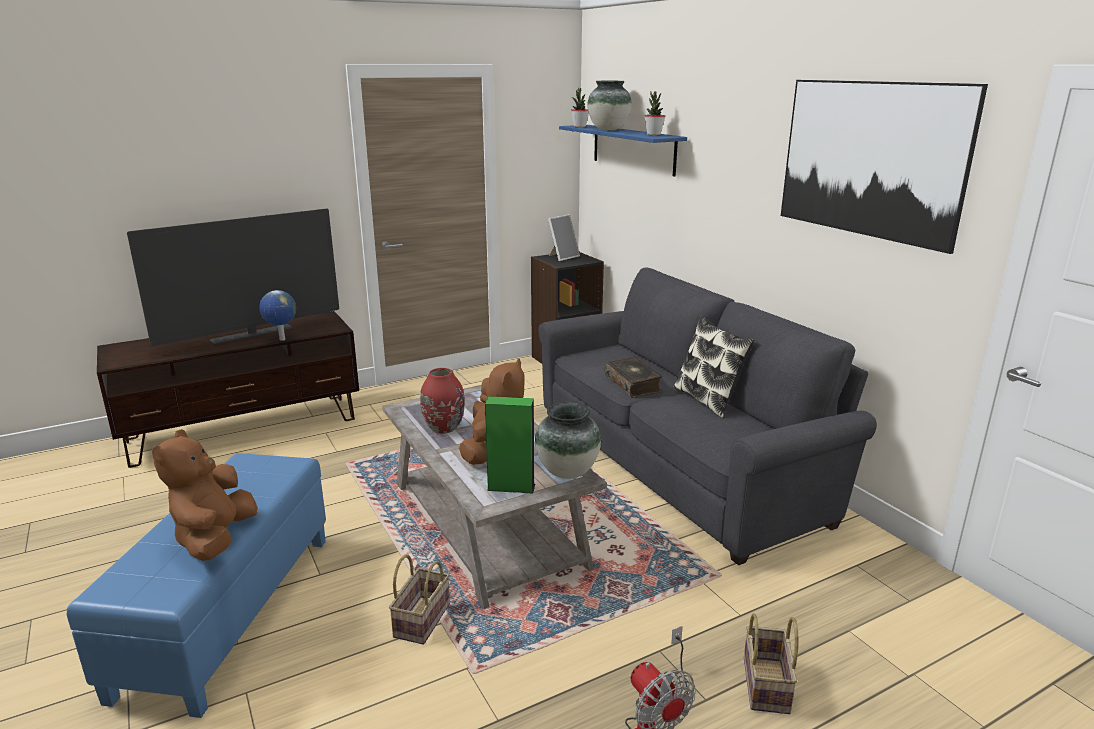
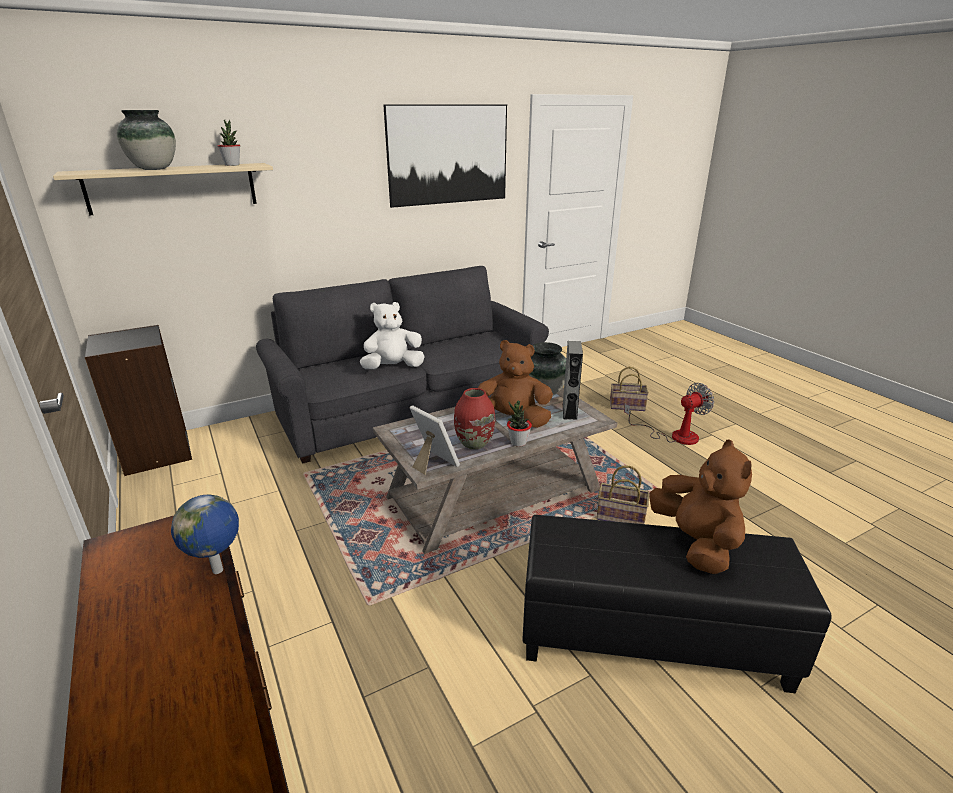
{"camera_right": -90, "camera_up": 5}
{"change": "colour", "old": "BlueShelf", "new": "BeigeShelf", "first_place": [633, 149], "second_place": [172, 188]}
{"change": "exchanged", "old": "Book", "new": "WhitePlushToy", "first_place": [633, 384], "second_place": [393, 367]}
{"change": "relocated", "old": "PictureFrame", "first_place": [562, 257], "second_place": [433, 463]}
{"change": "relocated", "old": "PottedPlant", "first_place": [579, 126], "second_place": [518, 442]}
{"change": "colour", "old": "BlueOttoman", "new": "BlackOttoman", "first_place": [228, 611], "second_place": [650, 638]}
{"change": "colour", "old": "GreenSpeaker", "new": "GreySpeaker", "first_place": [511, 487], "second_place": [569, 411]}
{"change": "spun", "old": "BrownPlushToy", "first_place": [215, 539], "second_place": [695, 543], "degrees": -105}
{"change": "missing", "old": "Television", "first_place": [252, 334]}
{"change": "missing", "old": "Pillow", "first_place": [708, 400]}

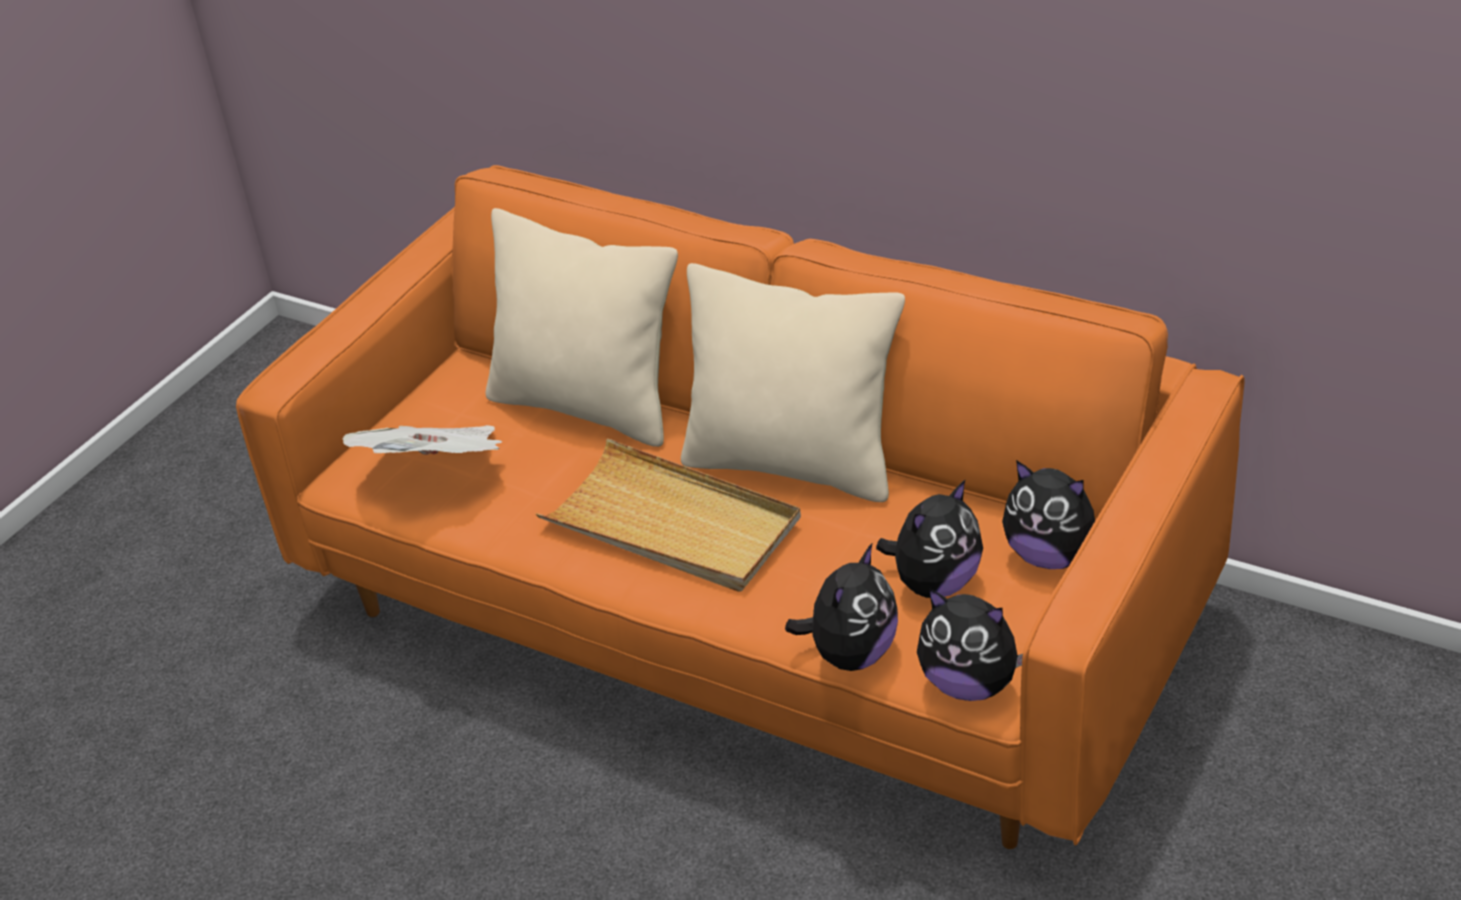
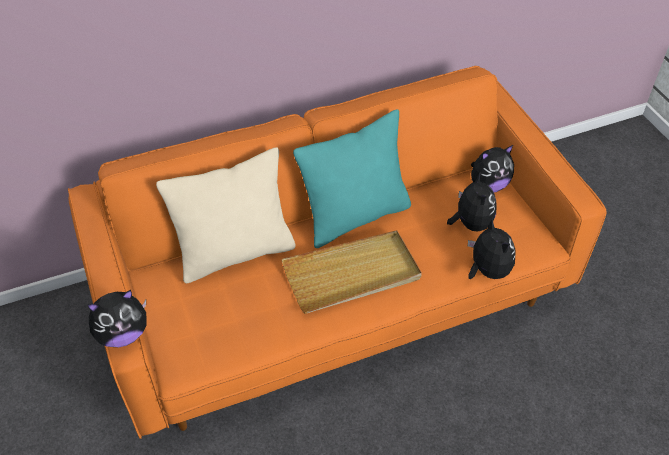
{"camera_right": -55, "camera_up": 10}
{"change": "relocated", "old": "PlushToy", "first_place": [969, 684], "second_place": [123, 334]}
{"change": "colour", "old": "BeigePillow", "new": "TurquoisePillow", "first_place": [793, 464], "second_place": [355, 216]}
{"change": "missing", "old": "Newspaper", "first_place": [438, 471]}

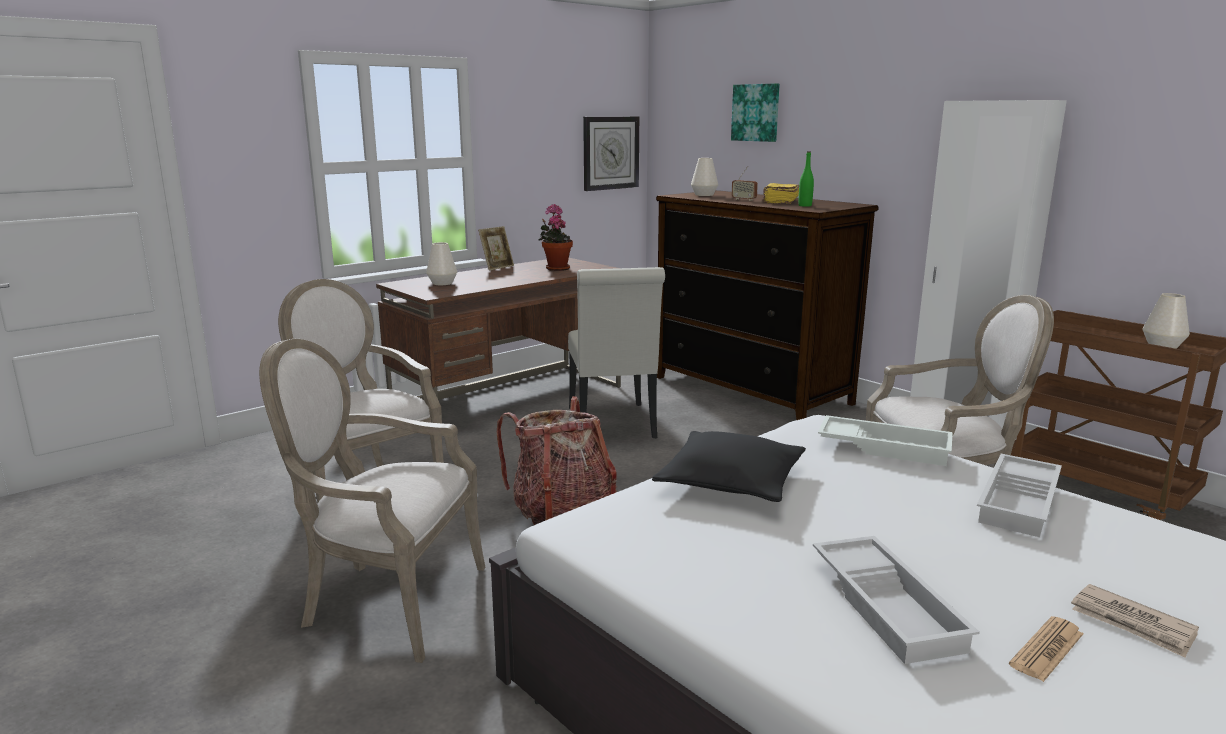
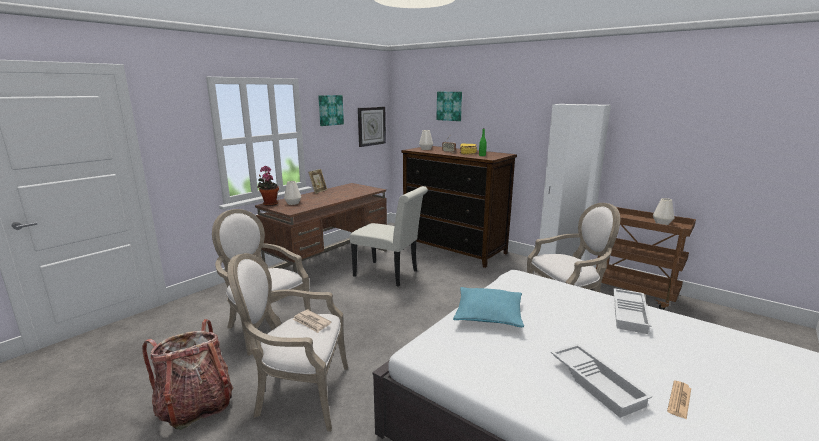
{"camera_right": -10, "camera_up": 0}
{"change": "relocated", "old": "Backpack", "first_place": [562, 513], "second_place": [195, 406]}
{"change": "relocated", "old": "PottedPlant", "first_place": [556, 268], "second_place": [269, 203]}
{"change": "relocated", "old": "Newspaper", "first_place": [1132, 624], "second_place": [311, 322]}
{"change": "appeared", "new": "Picture", "second_place": [330, 110]}
{"change": "spun", "old": "WhiteChair", "first_place": [612, 426], "second_place": [389, 274], "degrees": -45}
{"change": "colour", "old": "BlackPillow", "new": "TurquoisePillow", "first_place": [730, 481], "second_place": [488, 315]}
{"change": "missing", "old": "WhiteTray", "first_place": [885, 447]}

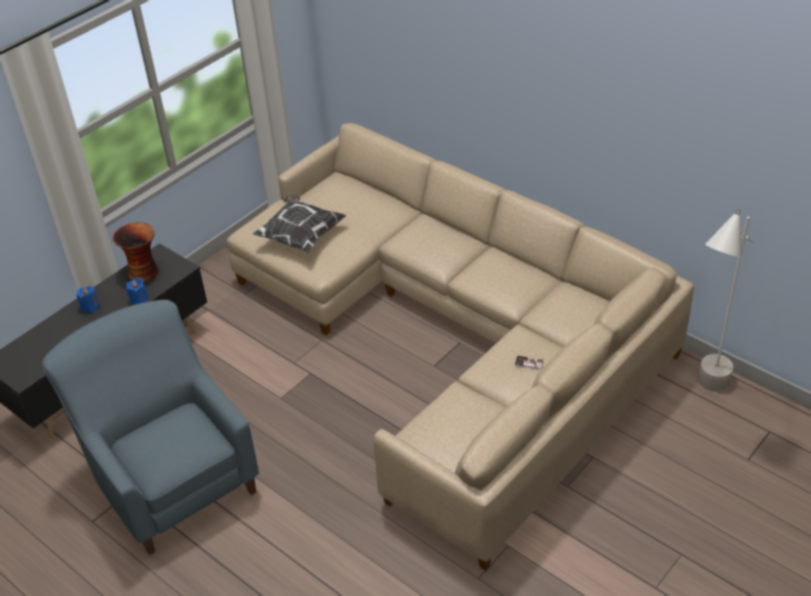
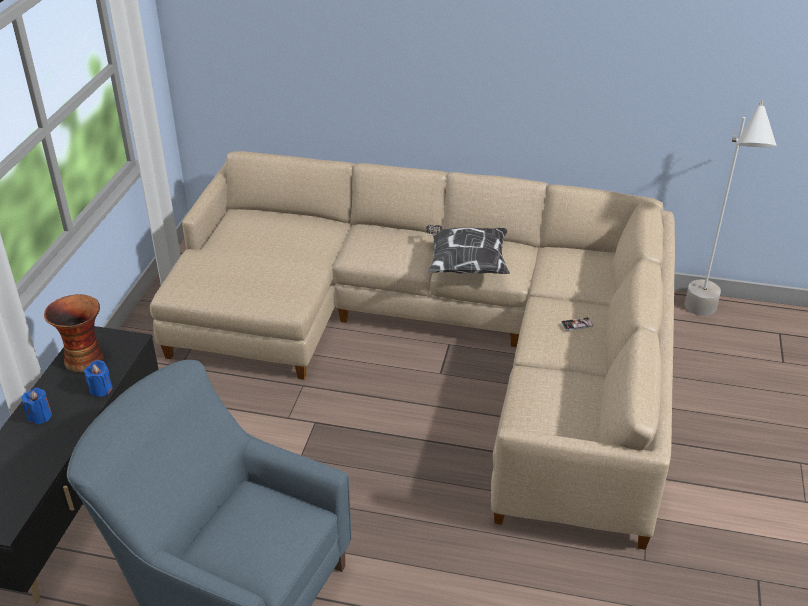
{"camera_right": -30, "camera_up": -5}
{"change": "relocated", "old": "Pillow", "first_place": [301, 236], "second_place": [465, 264]}

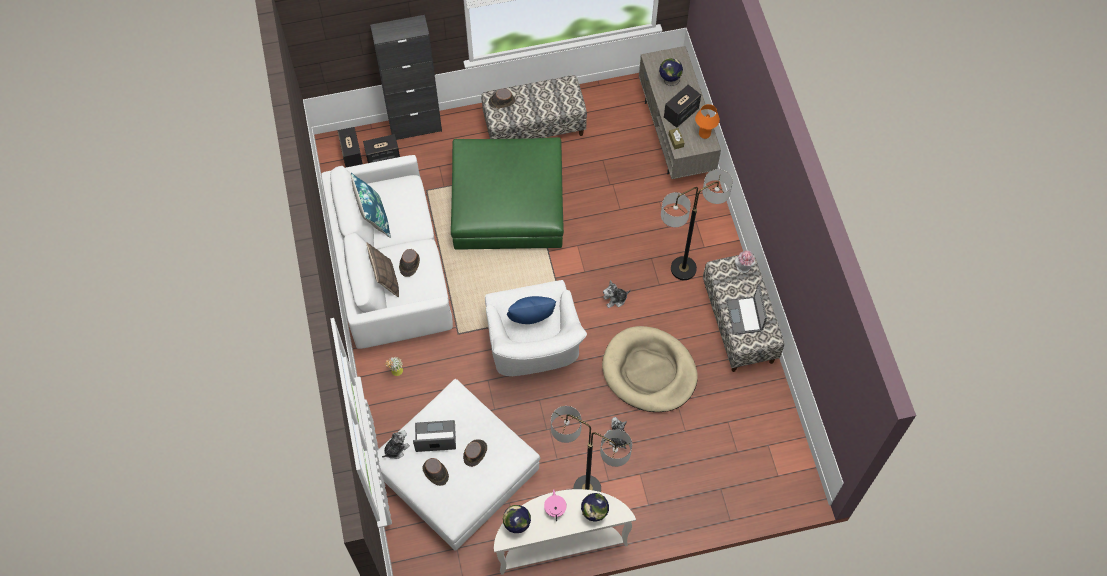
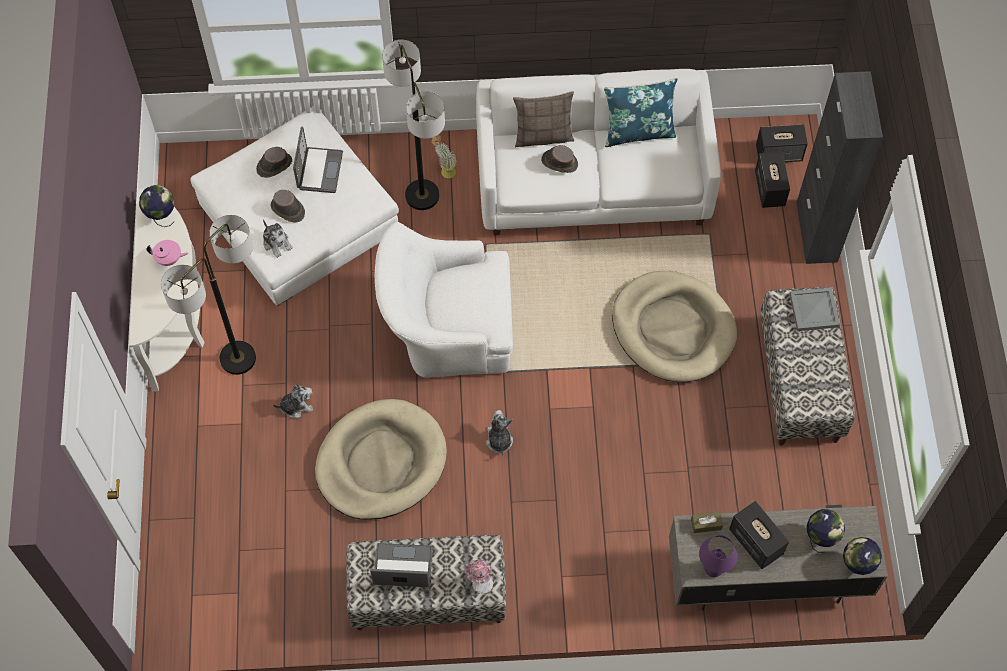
{"camera_right": 100, "camera_up": 0}
{"change": "relocated", "old": "PlushToy", "first_place": [396, 448], "second_place": [277, 243]}
{"change": "relocated", "old": "FloorLamp", "first_place": [683, 269], "second_place": [422, 196]}
{"change": "exchanged", "old": "GreenOttoman", "new": "BeigeDogBed", "first_place": [508, 204], "second_place": [673, 329]}
{"change": "colour", "old": "OrangeTableLamp", "new": "PurpleTableLamp", "first_place": [704, 134], "second_place": [713, 568]}
{"change": "exchanged", "old": "BrownHat", "new": "GreyTray", "first_place": [501, 101], "second_place": [814, 310]}
{"change": "relocated", "old": "Globe", "first_place": [594, 513], "second_place": [856, 565]}
{"change": "missing", "old": "BluePillow", "first_place": [531, 319]}

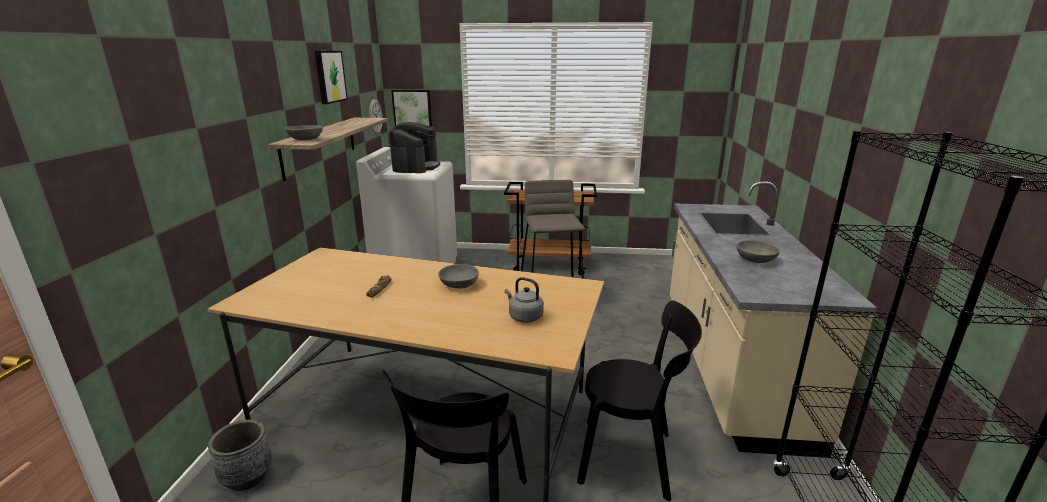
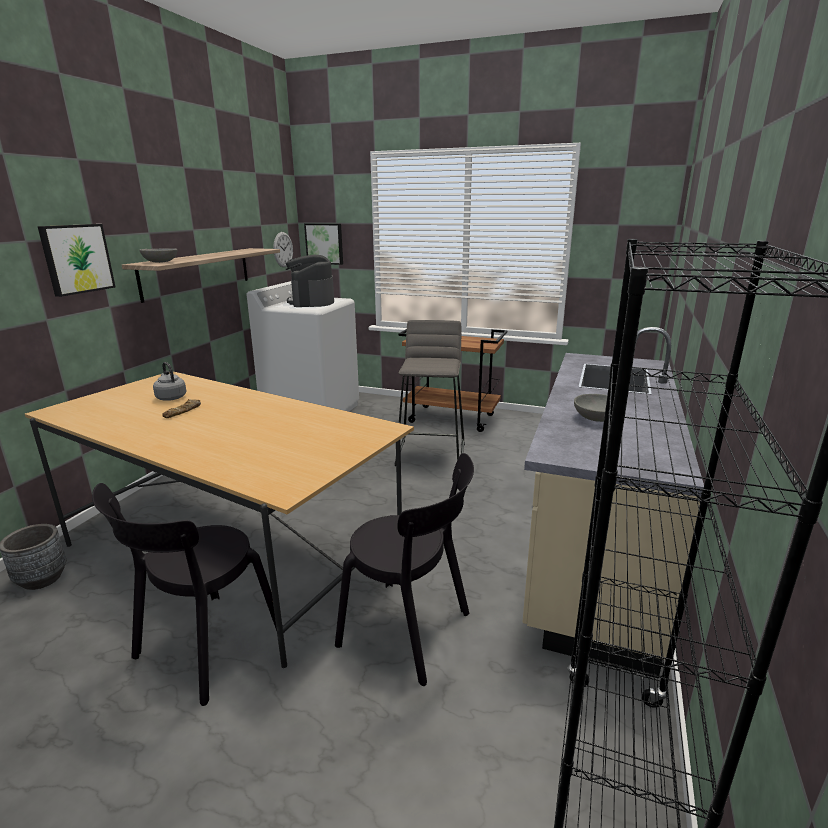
{"camera_right": 15, "camera_up": 0}
{"change": "relocated", "old": "Picture", "first_place": [329, 76], "second_place": [76, 259]}
{"change": "relocated", "old": "GreyKettle", "first_place": [524, 317], "second_place": [171, 397]}
{"change": "spun", "old": "CoffeeMachine", "first_place": [416, 167], "second_place": [311, 302], "degrees": 150}
{"change": "missing", "old": "GreyBowl", "first_place": [458, 285]}

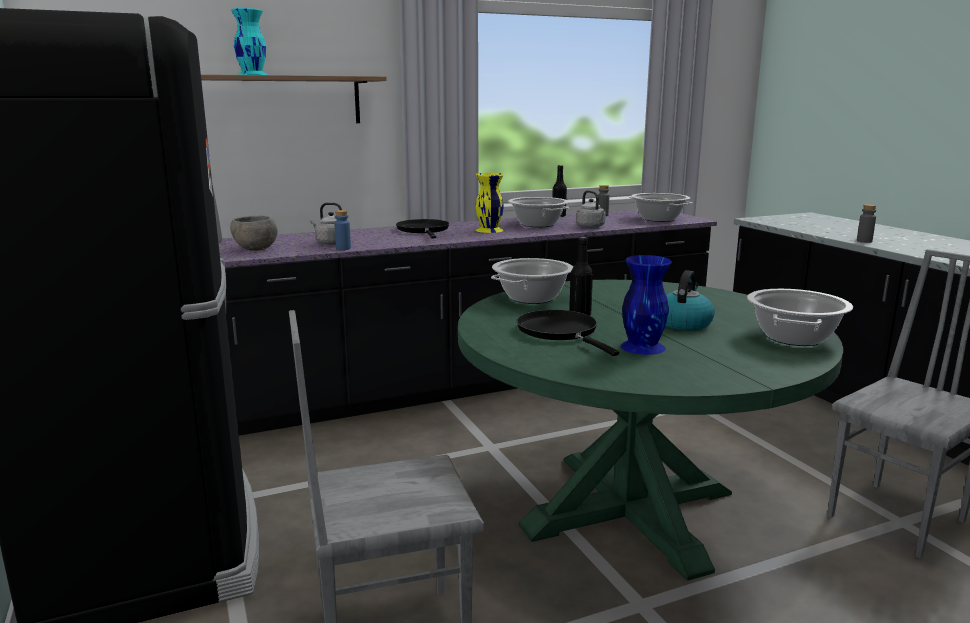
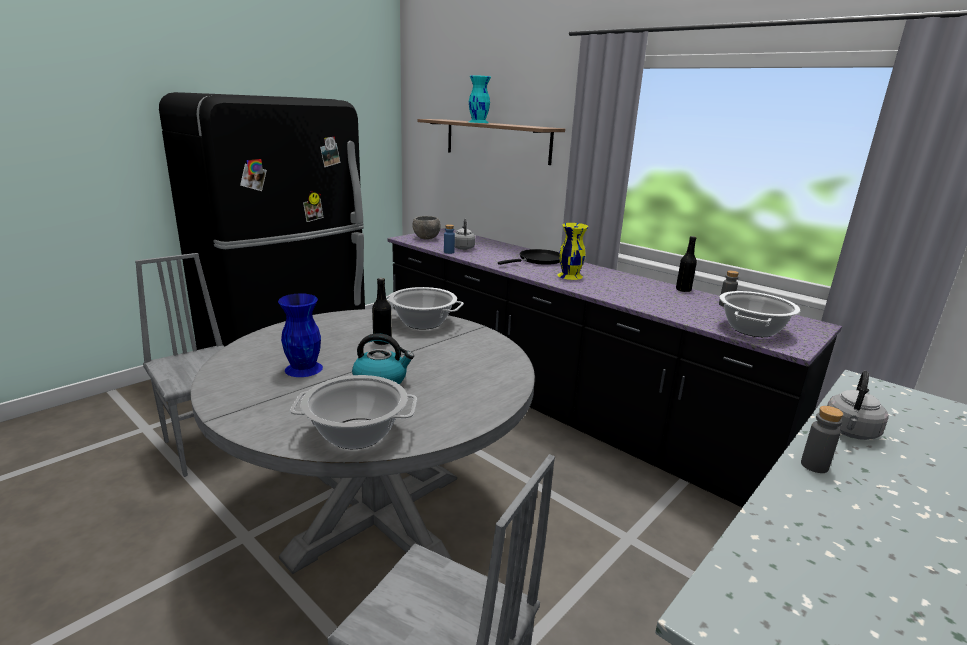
{"camera_right": 65, "camera_up": 5}
{"change": "colour", "old": "GreenDiningTable", "new": "GreyDiningTable", "first_place": [629, 509], "second_place": [377, 514]}
{"change": "relocated", "old": "GreyKettle", "first_place": [591, 227], "second_place": [850, 432]}
{"change": "missing", "old": "CookingPot", "first_place": [537, 224]}
{"change": "missing", "old": "BlackFryingPan", "first_place": [560, 332]}

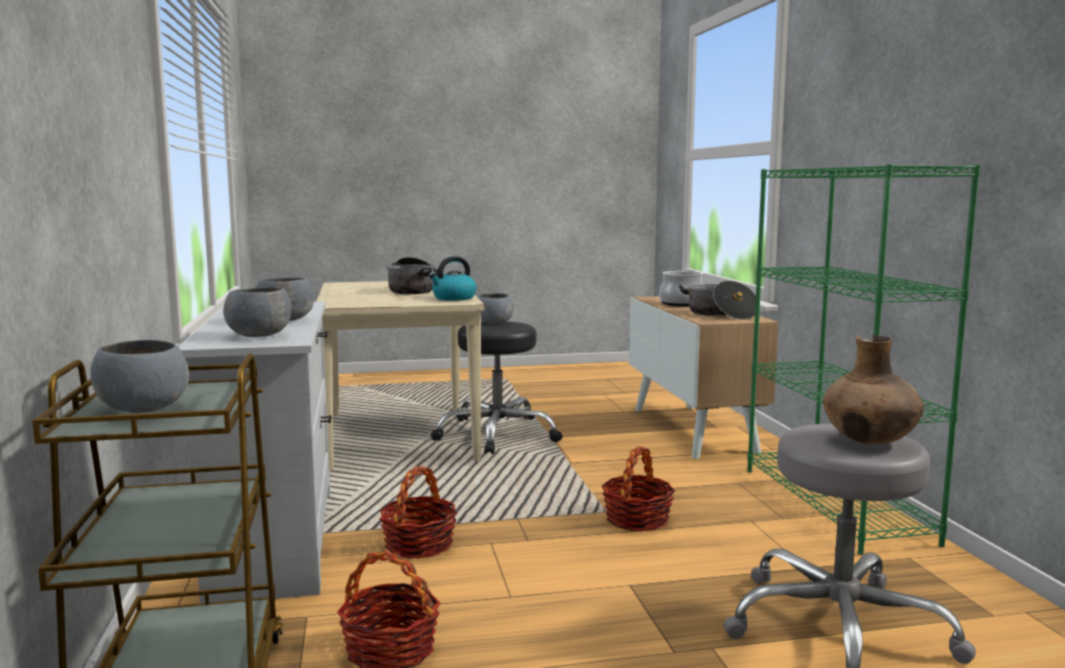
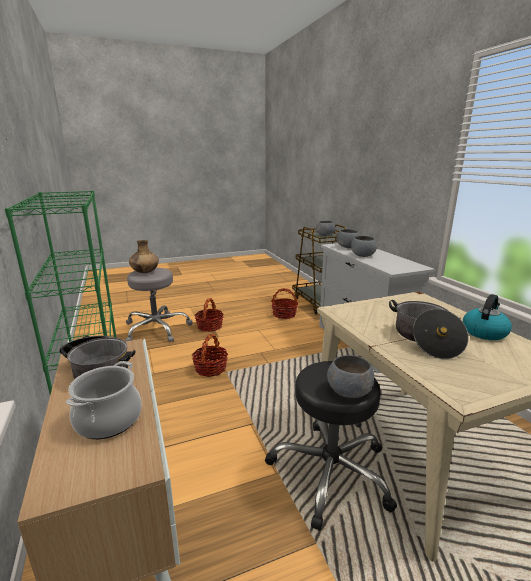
{"camera_right": 170, "camera_up": 10}
{"change": "relocated", "old": "Basket", "first_place": [419, 545], "second_place": [209, 326]}
{"change": "relocated", "old": "Kettle", "first_place": [453, 298], "second_place": [484, 332]}

